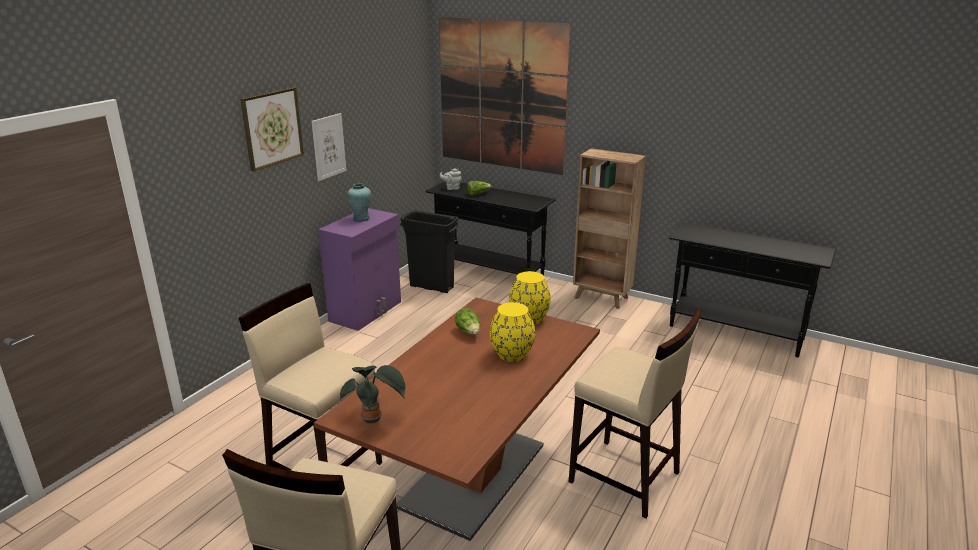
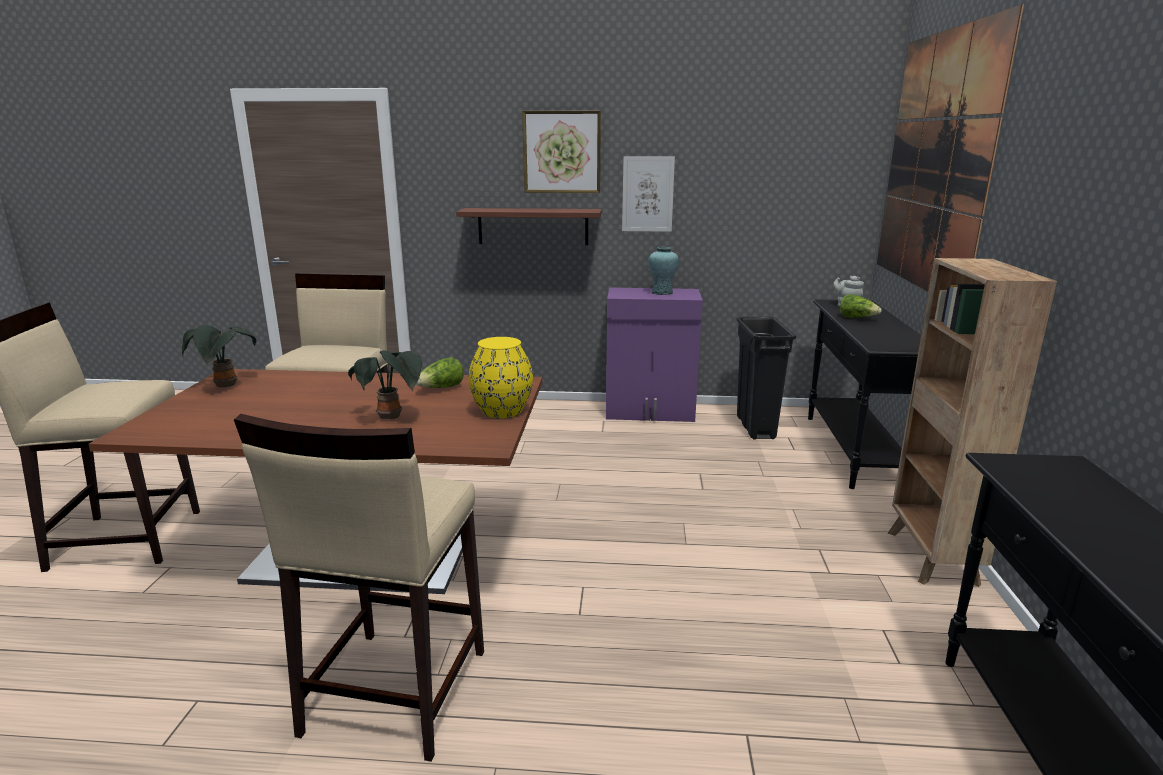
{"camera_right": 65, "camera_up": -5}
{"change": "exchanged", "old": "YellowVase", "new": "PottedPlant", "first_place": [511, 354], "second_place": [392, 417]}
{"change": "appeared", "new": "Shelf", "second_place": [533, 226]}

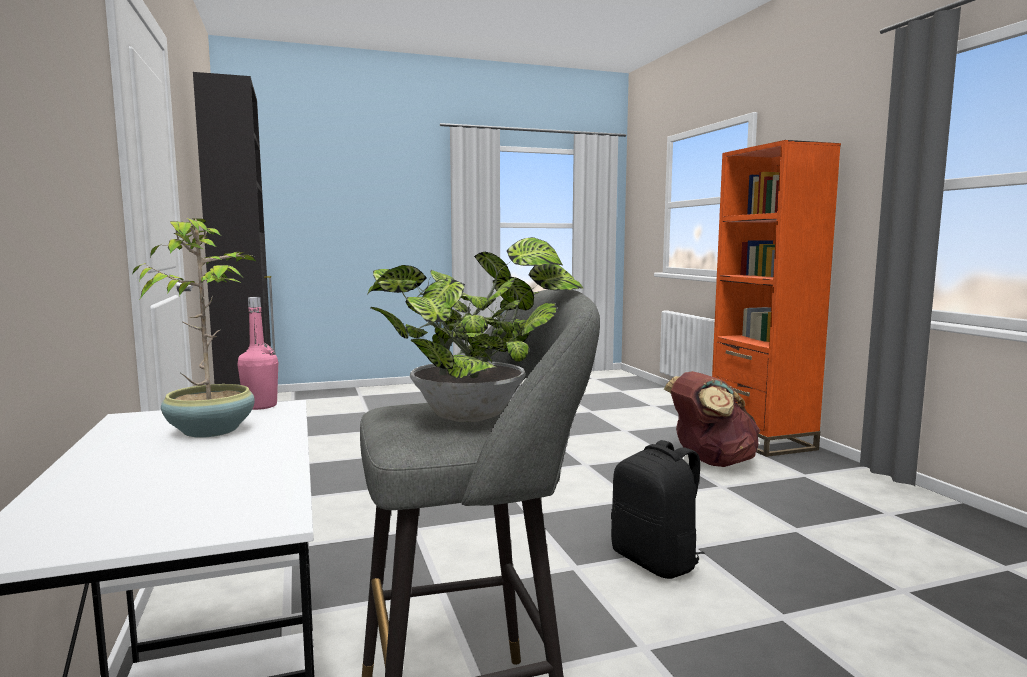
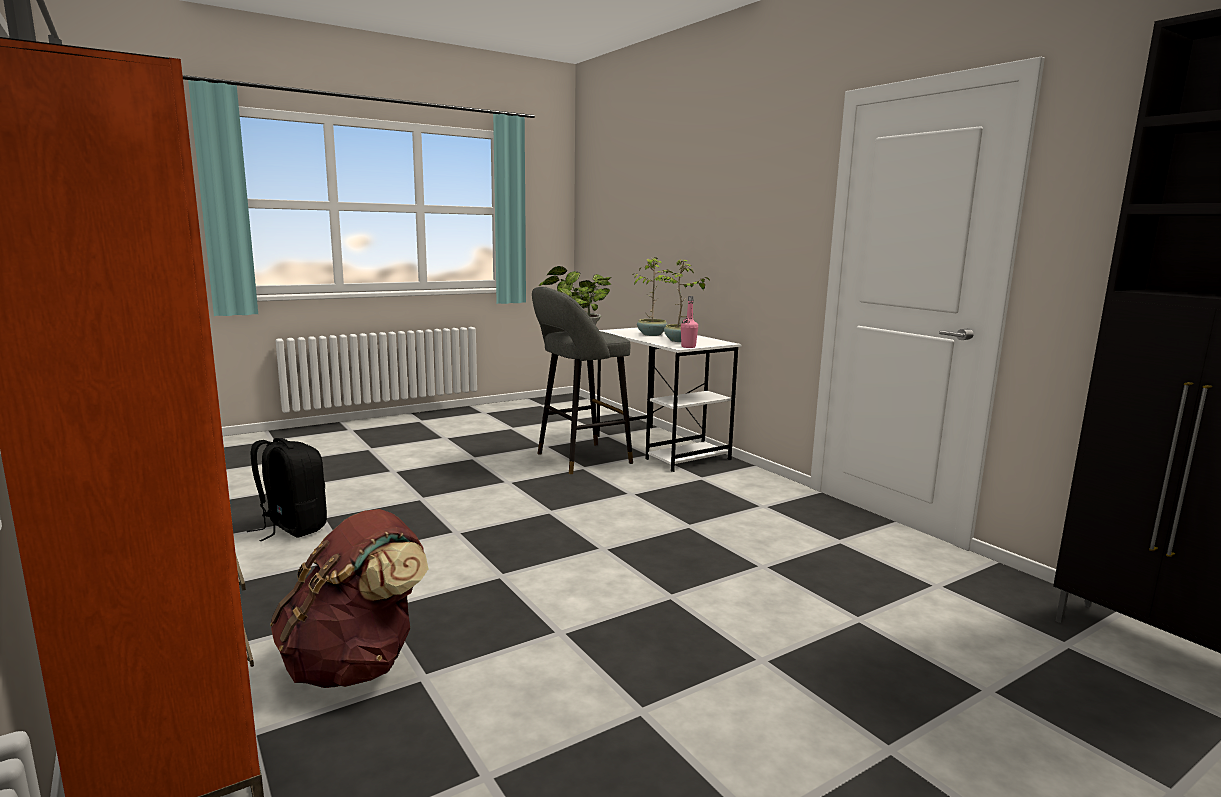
{"camera_right": 165, "camera_up": 5}
{"change": "relocated", "old": "BlackBackpack", "first_place": [656, 561], "second_place": [292, 528]}
{"change": "appeared", "new": "PottedPlant", "second_place": [652, 334]}

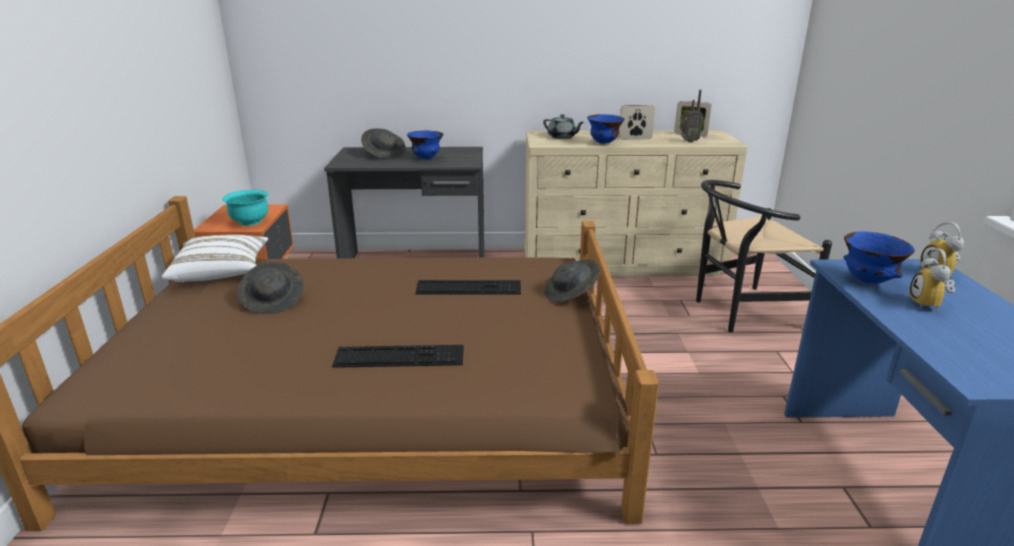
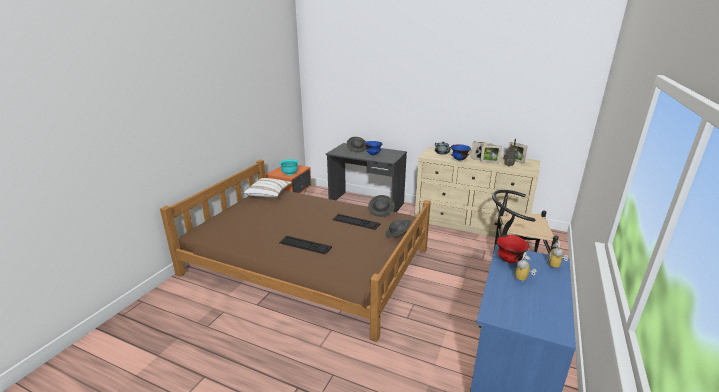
{"camera_right": 25, "camera_up": 0}
{"change": "relocated", "old": "GreyHat", "first_place": [274, 301], "second_place": [381, 211]}
{"change": "appeared", "new": "PictureFrame", "second_place": [489, 162]}
{"change": "colour", "old": "BlueBowl", "new": "RedBowl", "first_place": [869, 281], "second_place": [509, 261]}

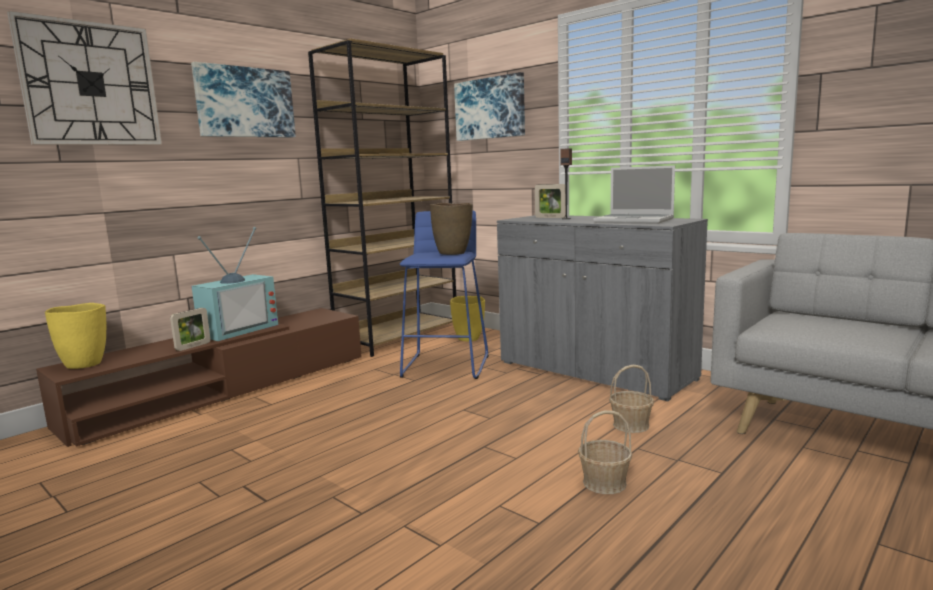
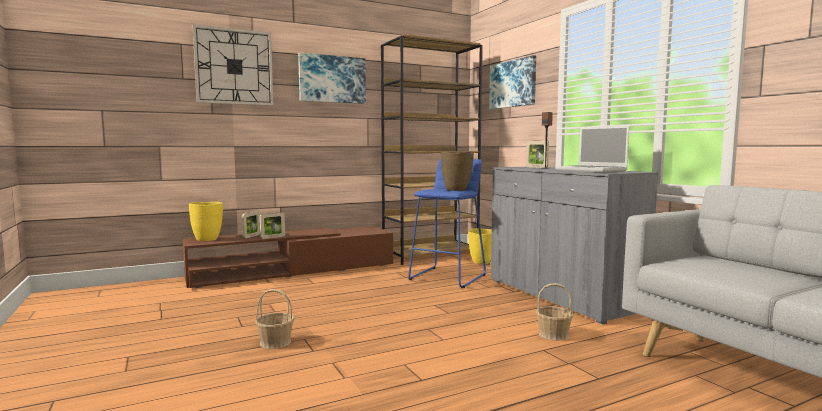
{"camera_right": 20, "camera_up": -5}
{"change": "appeared", "new": "PictureFrame", "second_place": [251, 236]}
{"change": "relocated", "old": "Basket", "first_place": [604, 483], "second_place": [275, 342]}
{"change": "missing", "old": "Television", "first_place": [238, 329]}

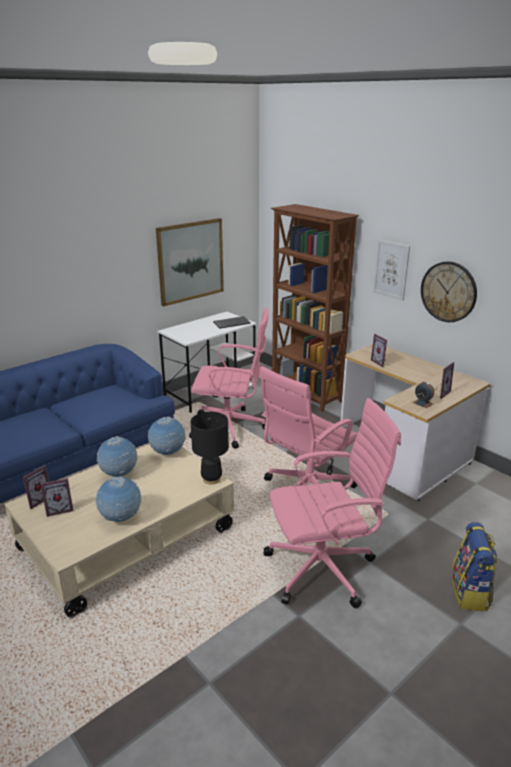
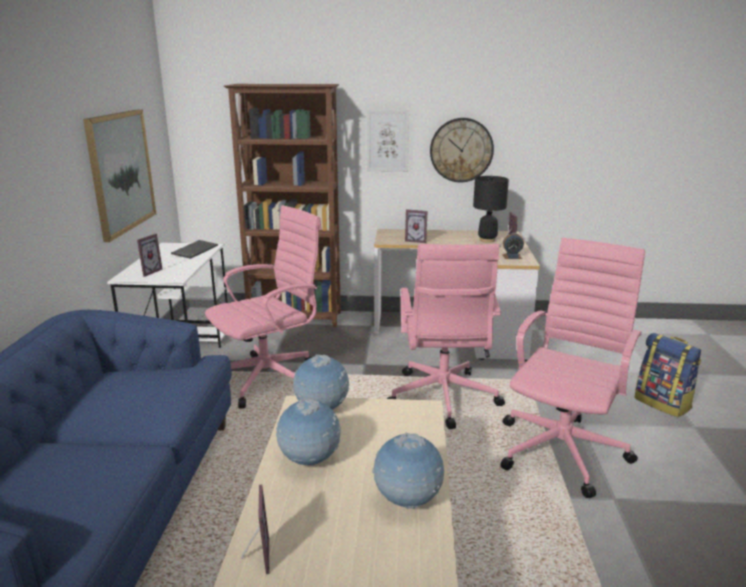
{"camera_right": -45, "camera_up": -5}
{"change": "relocated", "old": "PictureFrame", "first_place": [59, 509], "second_place": [148, 272]}
{"change": "relocated", "old": "BlackTableLamp", "first_place": [211, 479], "second_place": [487, 240]}

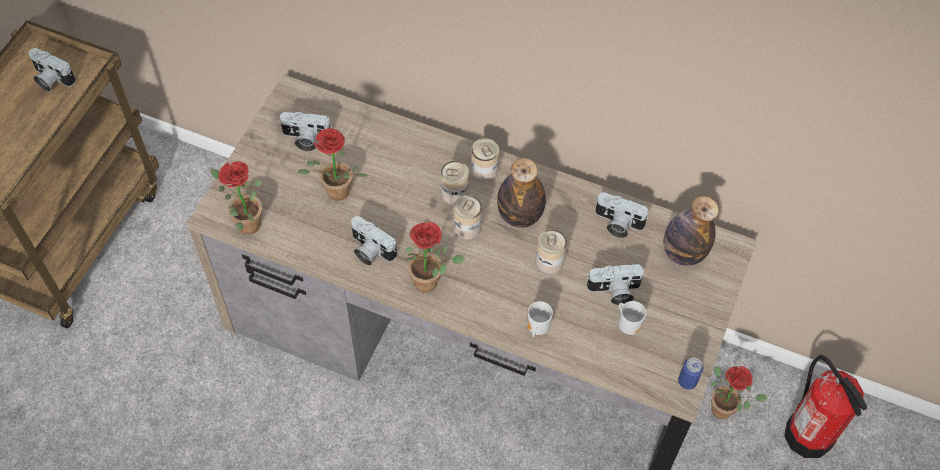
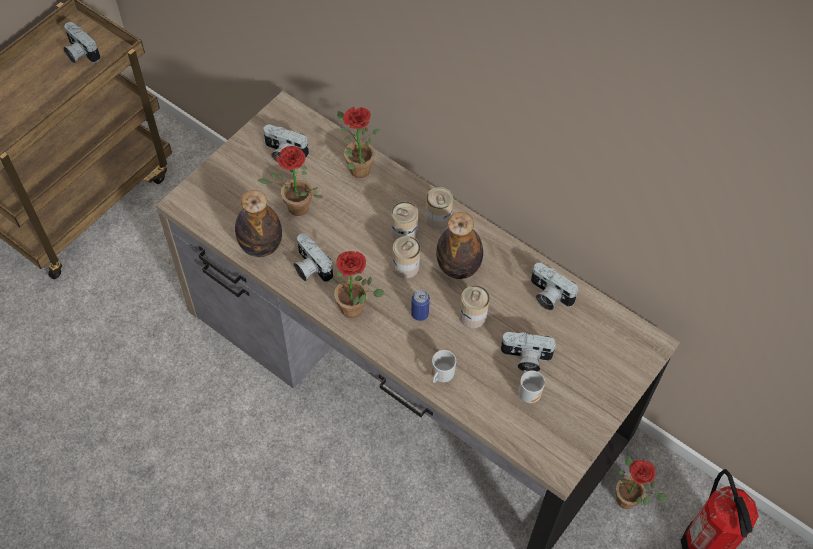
{"camera_right": 15, "camera_up": 0}
{"change": "relocated", "old": "Bottle", "first_place": [683, 253], "second_place": [261, 246]}
{"change": "relocated", "old": "PottedPlant", "first_place": [244, 223], "second_place": [356, 167]}
{"change": "relocated", "old": "Can", "first_place": [687, 381], "second_place": [419, 314]}

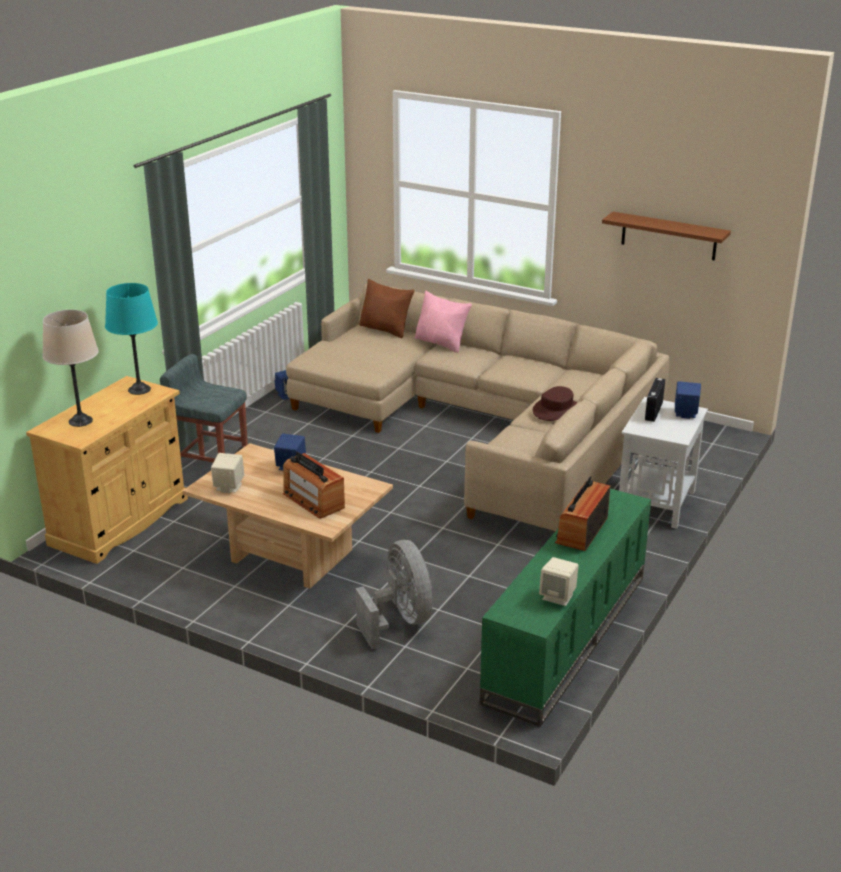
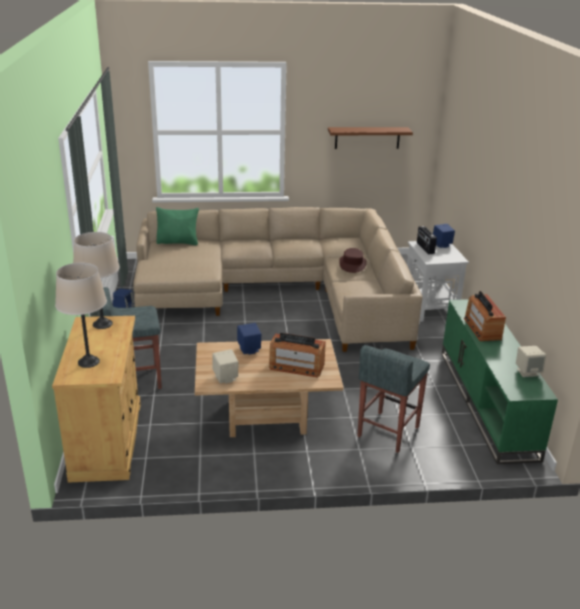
{"camera_right": -35, "camera_up": 0}
{"change": "colour", "old": "TurquoiseTableLamp", "new": "BeigeTableLamp", "first_place": [139, 389], "second_place": [102, 324]}
{"change": "colour", "old": "BrownPillow", "new": "GreenPillow", "first_place": [385, 329], "second_place": [178, 242]}
{"change": "exchanged", "old": "GreyFan", "new": "GreyStool", "first_place": [400, 621], "second_place": [387, 432]}
{"change": "missing", "old": "PinkPillow", "first_place": [441, 343]}

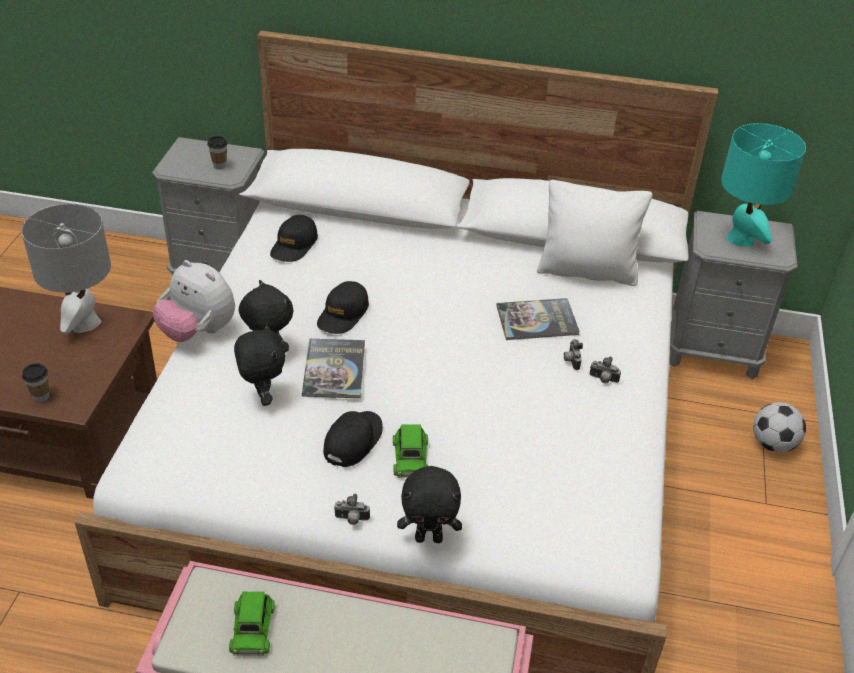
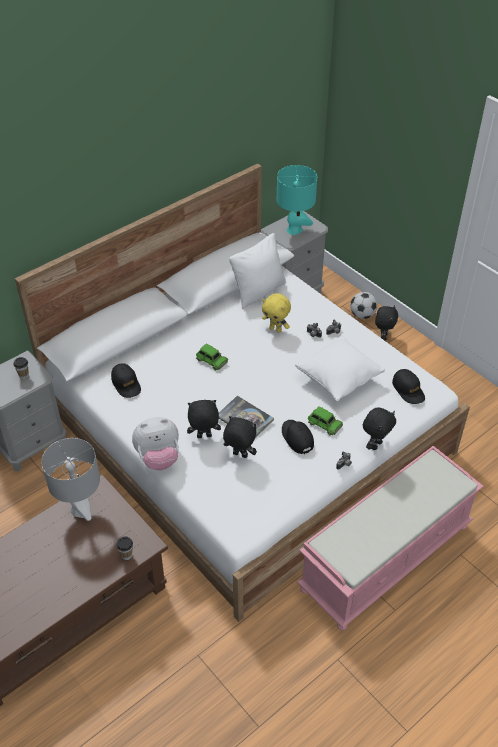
{"camera_right": -50, "camera_up": 5}
{"change": "relocated", "old": "GreenToyCar", "first_place": [252, 628], "second_place": [211, 360]}
{"change": "exchanged", "old": "Book", "new": "YellowPlushToy", "first_place": [537, 320], "second_place": [276, 329]}
{"change": "appeared", "new": "WhitePillow", "second_place": [338, 380]}
{"change": "appeared", "new": "BlackPlushToy", "second_place": [383, 337]}
{"change": "relocated", "old": "BlackCap", "first_place": [343, 314], "second_place": [408, 390]}

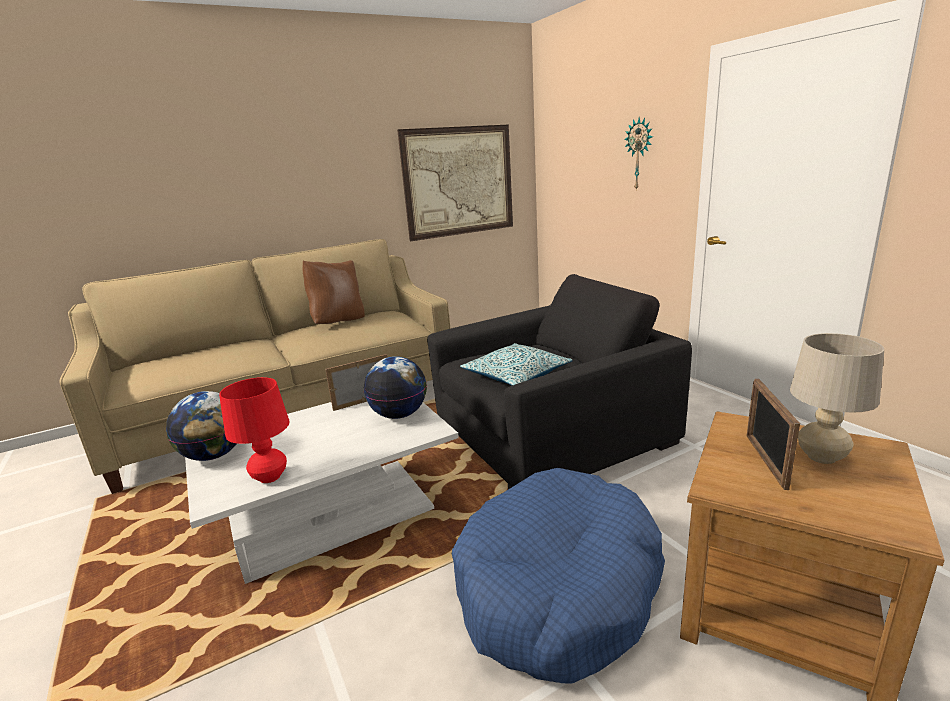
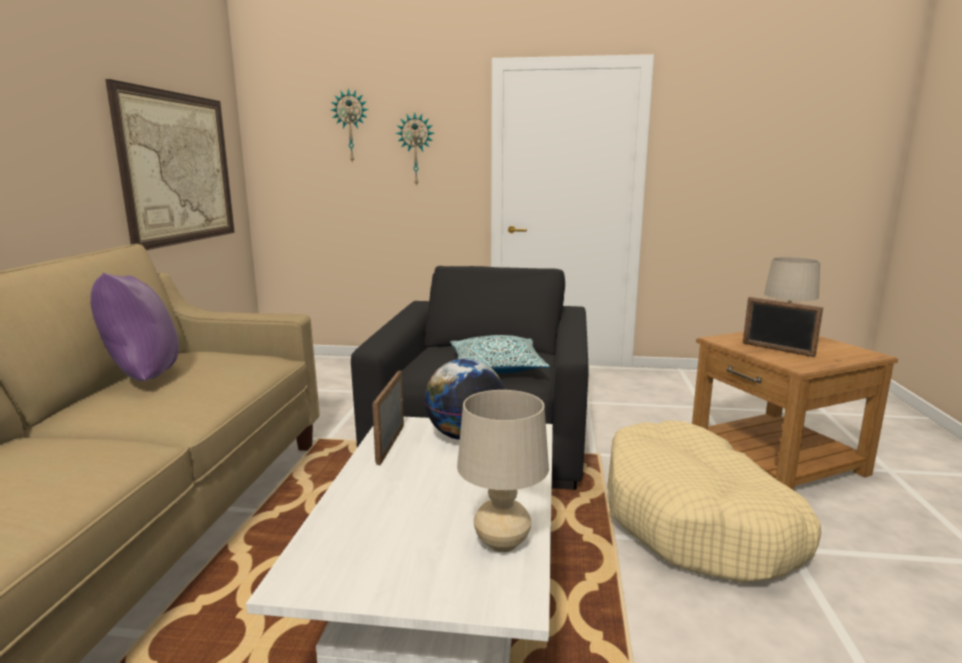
{"camera_right": -55, "camera_up": -5}
{"change": "colour", "old": "BrownPillow", "new": "PurplePillow", "first_place": [338, 322], "second_place": [142, 378]}
{"change": "appeared", "new": "WallClock", "second_place": [351, 126]}
{"change": "colour", "old": "RedTableLamp", "new": "BeigeTableLamp", "first_place": [269, 477], "second_place": [502, 543]}
{"change": "colour", "old": "BlueDogBed", "new": "BeigeDogBed", "first_place": [558, 587], "second_place": [697, 521]}
{"change": "missing", "old": "Globe", "first_place": [214, 455]}

